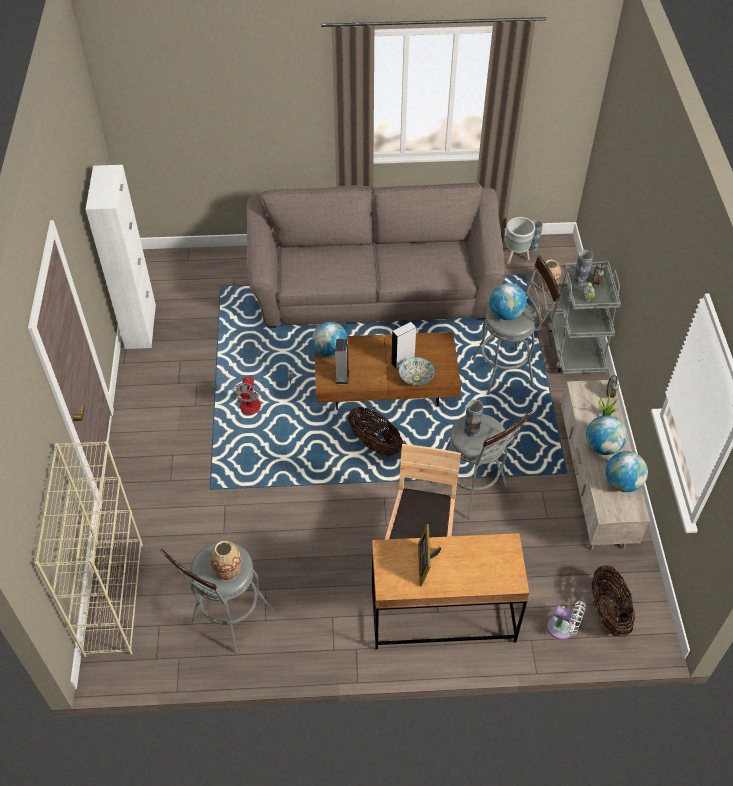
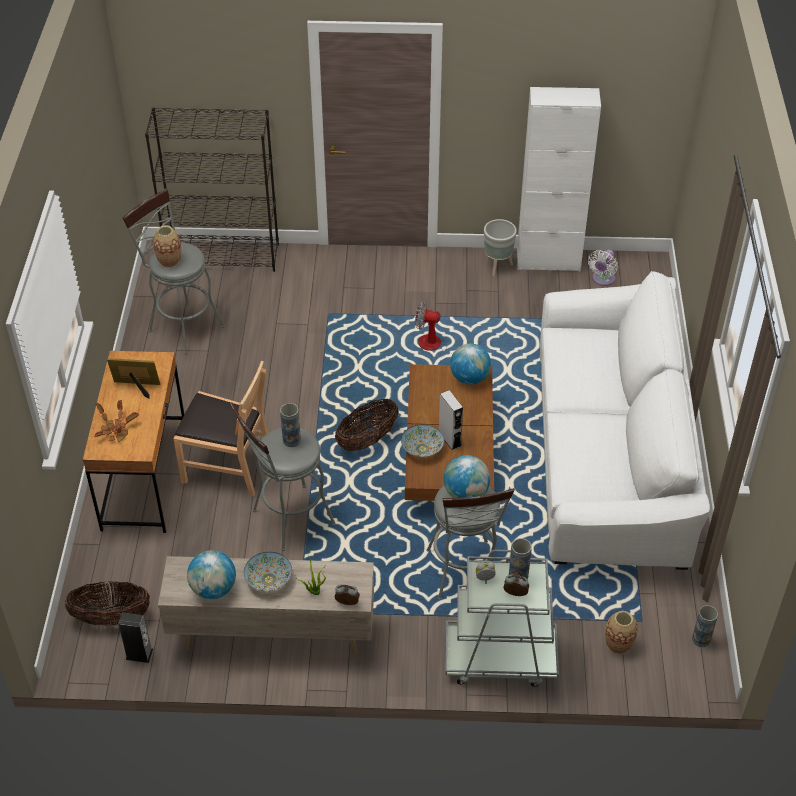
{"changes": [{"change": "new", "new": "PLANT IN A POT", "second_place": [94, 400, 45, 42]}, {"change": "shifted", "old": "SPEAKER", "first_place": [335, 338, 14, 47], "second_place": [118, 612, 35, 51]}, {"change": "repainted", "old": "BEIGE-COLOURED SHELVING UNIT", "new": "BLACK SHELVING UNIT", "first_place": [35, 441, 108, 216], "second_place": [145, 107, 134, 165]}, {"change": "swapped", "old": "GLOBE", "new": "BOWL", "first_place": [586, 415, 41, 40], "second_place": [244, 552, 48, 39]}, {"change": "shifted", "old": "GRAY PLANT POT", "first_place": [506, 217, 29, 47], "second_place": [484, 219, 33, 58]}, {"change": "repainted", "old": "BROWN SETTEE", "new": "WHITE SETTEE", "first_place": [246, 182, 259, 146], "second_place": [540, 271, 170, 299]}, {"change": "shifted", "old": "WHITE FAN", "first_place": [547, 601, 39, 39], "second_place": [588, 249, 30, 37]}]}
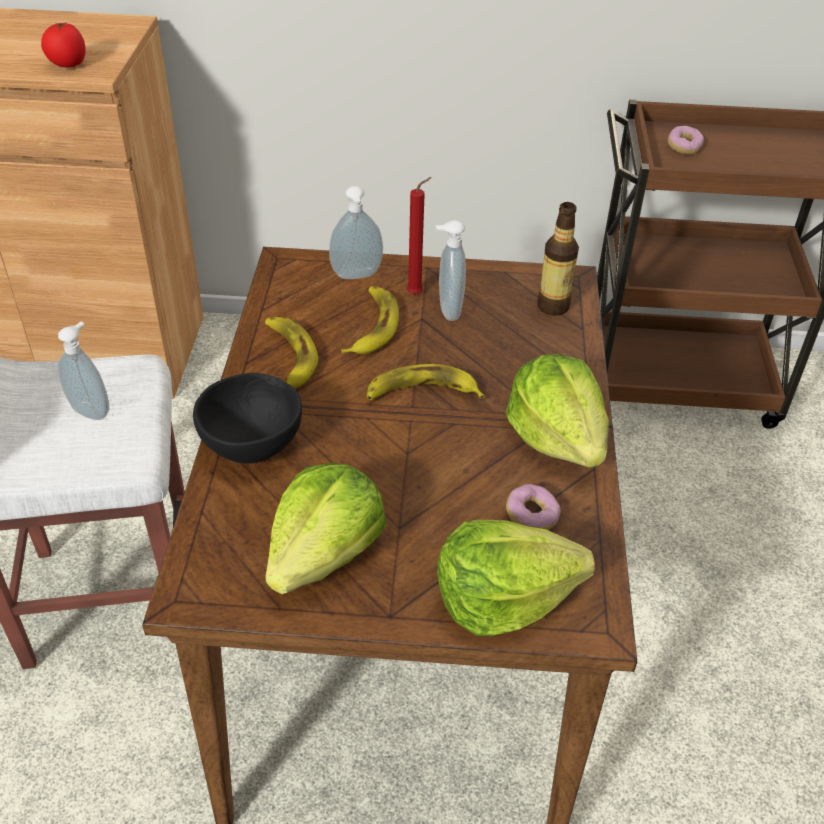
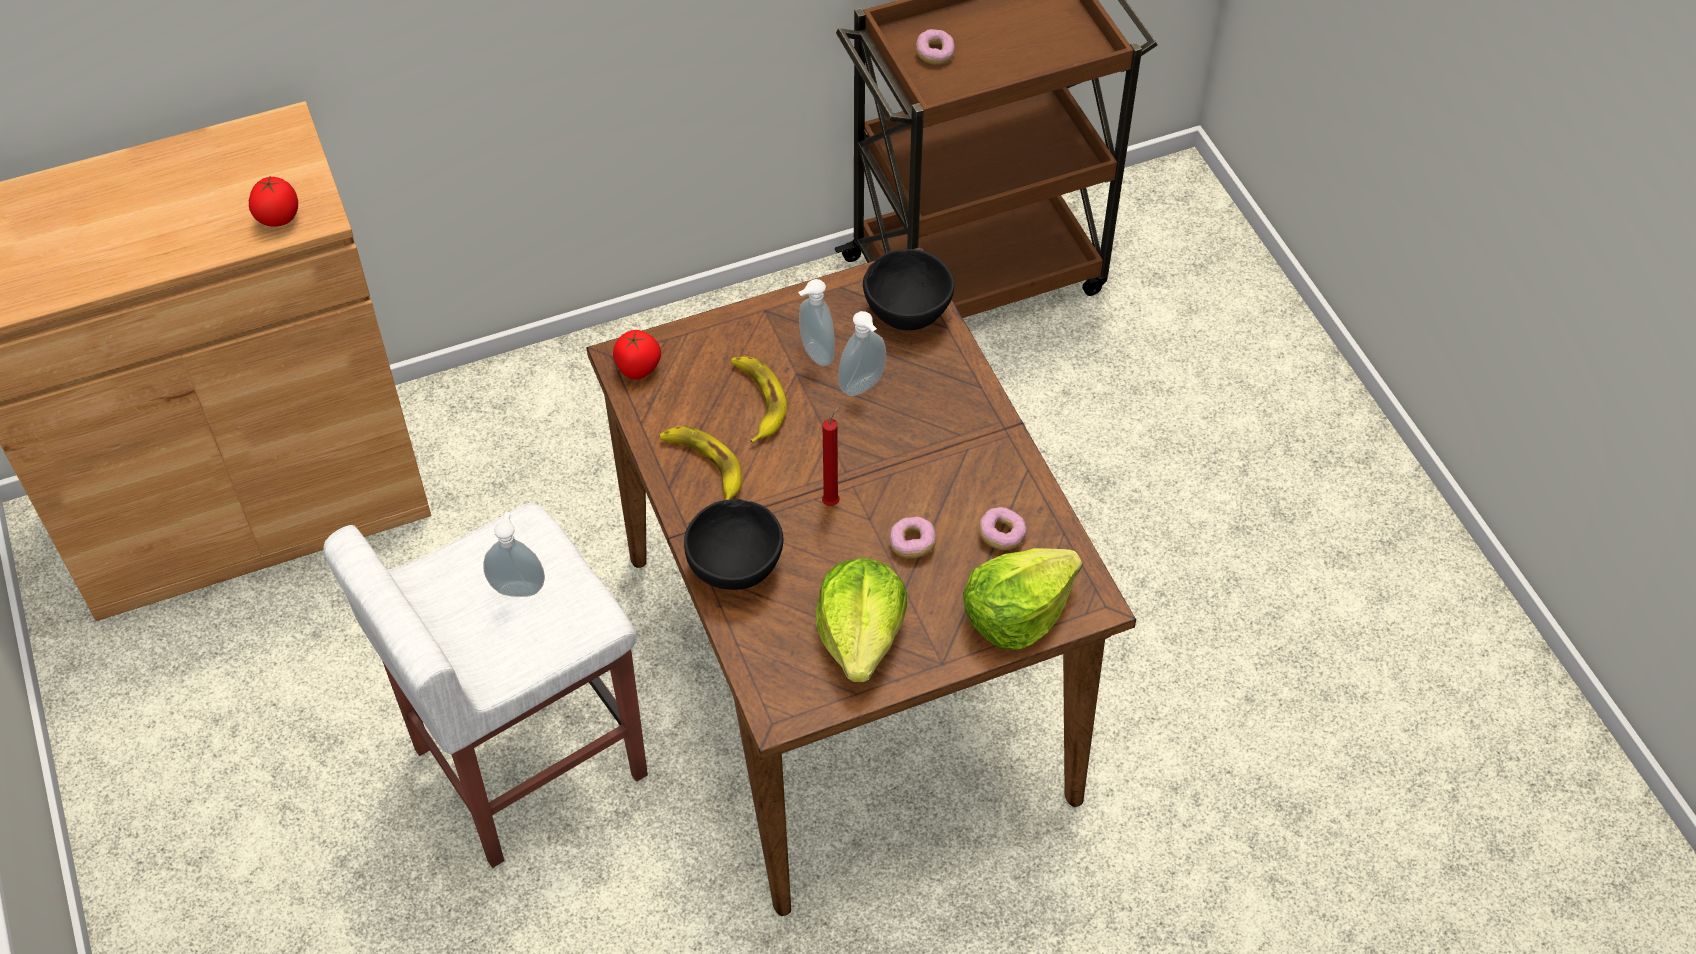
{"changes": [{"change": "new", "new": "WHOLE TOMATO", "second_place": [613, 330, 48, 50]}, {"change": "shifted", "old": "RED-COLOURED WAX CANDLE", "first_place": [407, 177, 25, 118], "second_place": [822, 406, 18, 100]}, {"change": "shifted", "old": "SOAP DISPENSER", "first_place": [329, 186, 54, 93], "second_place": [838, 311, 48, 85]}, {"change": "swapped", "old": "DRINK BOTTLE", "new": "BLACK BOWL", "first_place": [537, 202, 42, 114], "second_place": [863, 249, 91, 81]}, {"change": "new", "new": "RING DOUGHNUT", "second_place": [889, 517, 47, 42]}, {"change": "gone", "old": "BANANA", "first_place": [367, 364, 118, 36]}, {"change": "gone", "old": "LETTUCE", "first_place": [506, 354, 103, 114]}]}
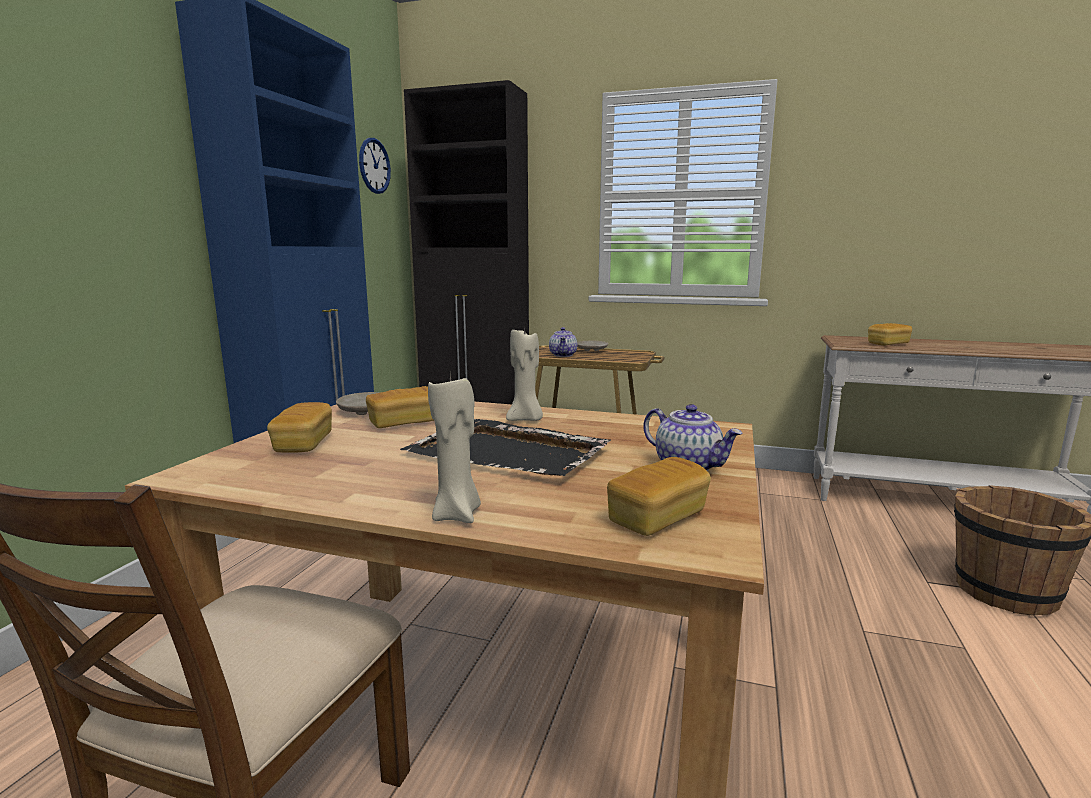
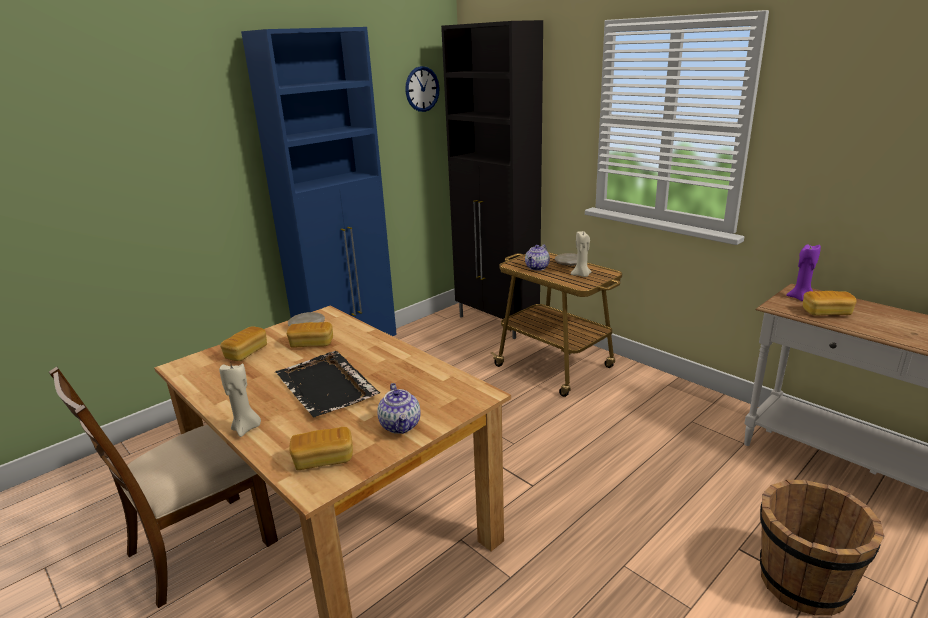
{"changes": [{"change": "shifted", "old": "BEIGE-COLOURED WAX CANDLE", "first_place": [506, 328, 37, 93], "second_place": [571, 231, 21, 46]}, {"change": "new", "new": "PURPLE WAX CANDLE", "second_place": [786, 243, 35, 58]}]}
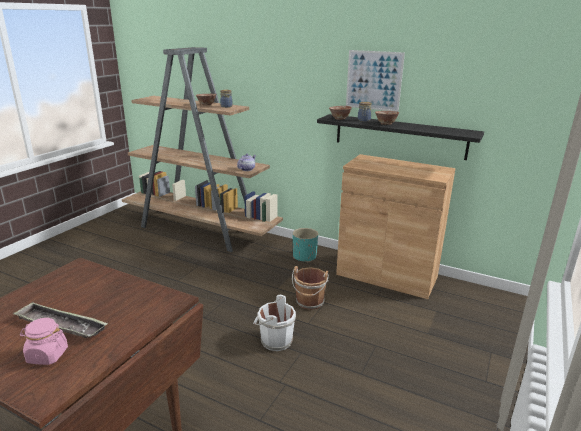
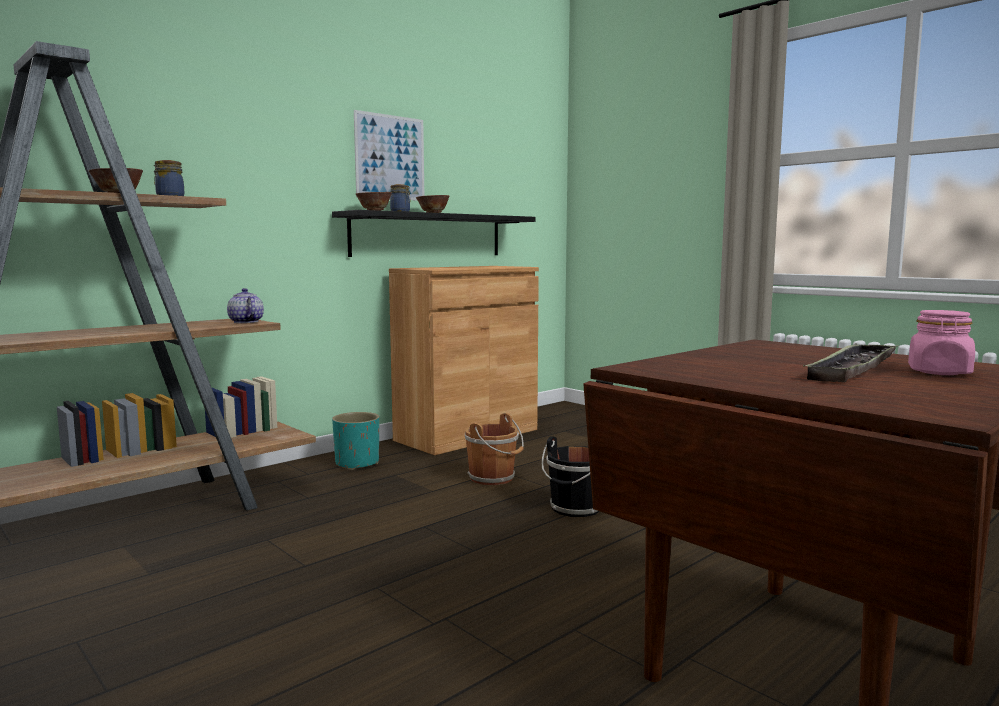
{"changes": [{"change": "repainted", "old": "WHITE PAIL", "new": "BLACK PAIL", "first_place": [253, 295, 43, 56], "second_place": [542, 436, 57, 81]}]}
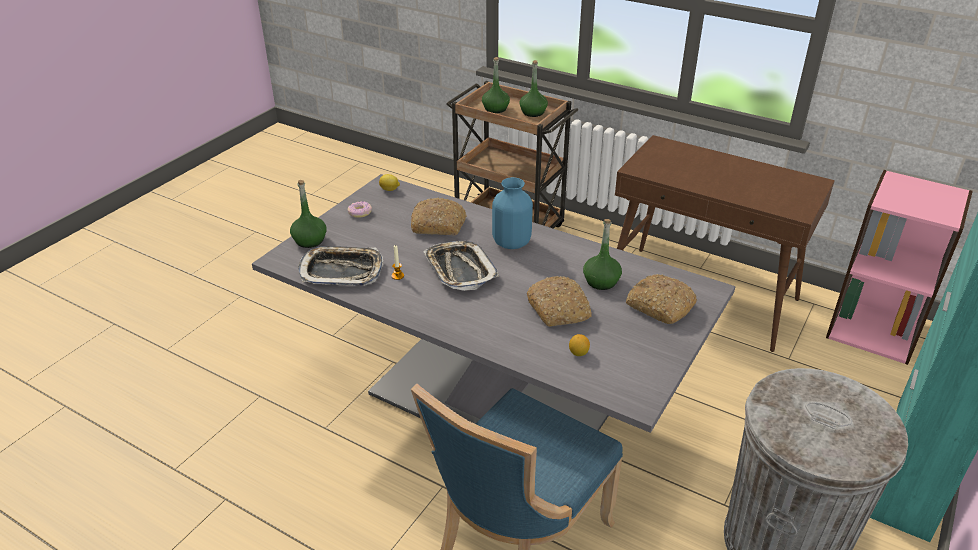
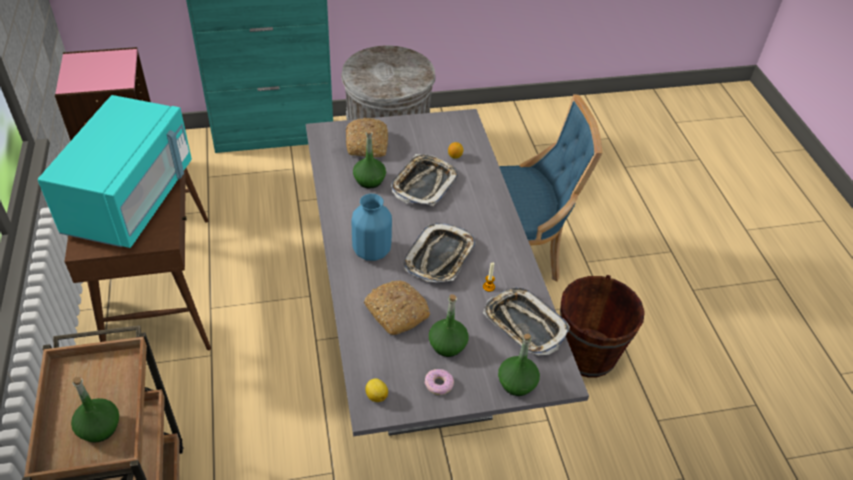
{"changes": [{"change": "new", "new": "BLUE-GREEN MICROWAVE OVEN", "second_place": [38, 95, 154, 153]}, {"change": "swapped", "old": "BAKERY BREAD", "new": "SERVING TRAY", "first_place": [527, 276, 65, 51], "second_place": [391, 154, 67, 52]}, {"change": "shifted", "old": "GREEN-COLOURED DRINK BOTTLE", "first_place": [520, 60, 28, 57], "second_place": [429, 294, 40, 63]}, {"change": "new", "new": "BROWN PAIL", "second_place": [560, 275, 85, 102]}]}
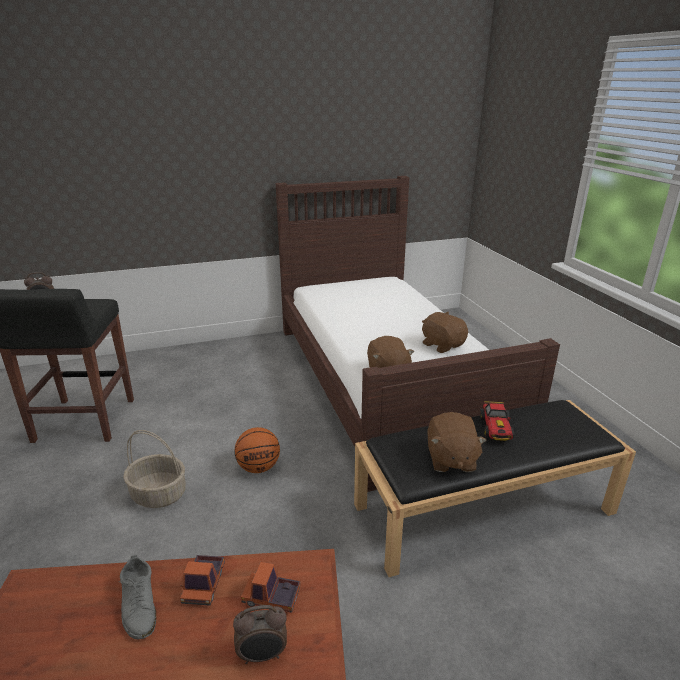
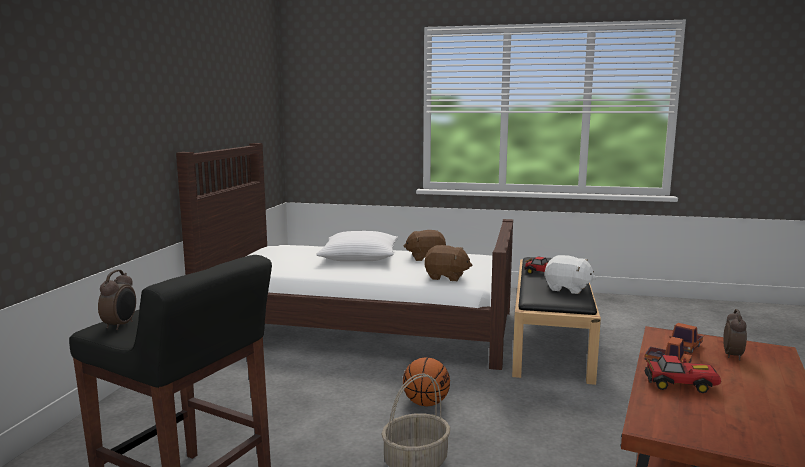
{"changes": [{"change": "new", "new": "WHITE THROW PILLOW", "second_place": [316, 231, 82, 30]}, {"change": "repainted", "old": "BROWN PLUSH TOY", "new": "WHITE PLUSH TOY", "first_place": [427, 412, 60, 60], "second_place": [545, 255, 51, 39]}, {"change": "swapped", "old": "GRAY ITEM OF FOOTWEAR", "new": "MINIATURE CAR", "first_place": [119, 554, 37, 85], "second_place": [645, 355, 77, 38]}]}
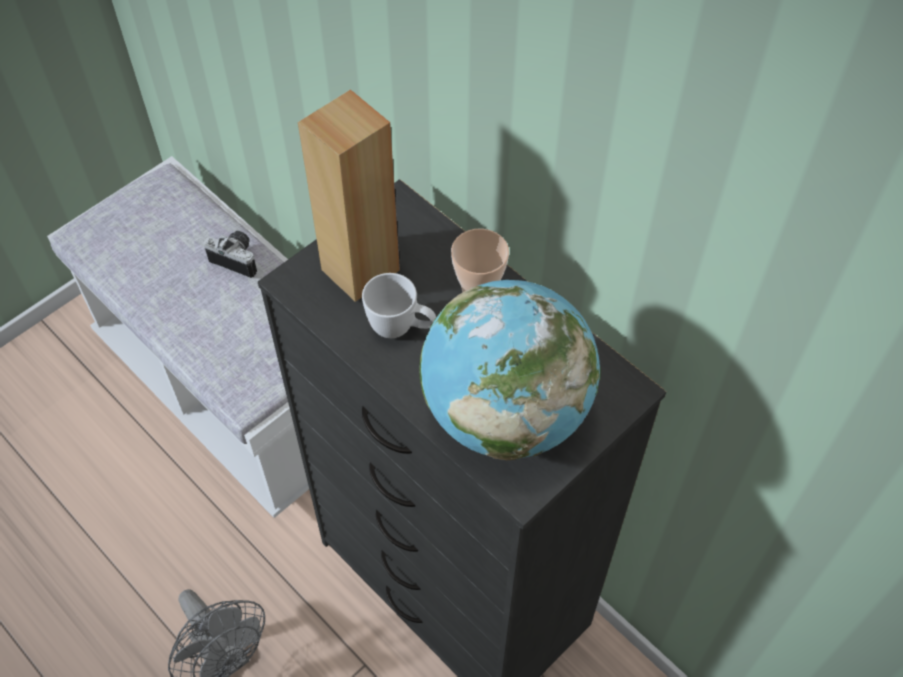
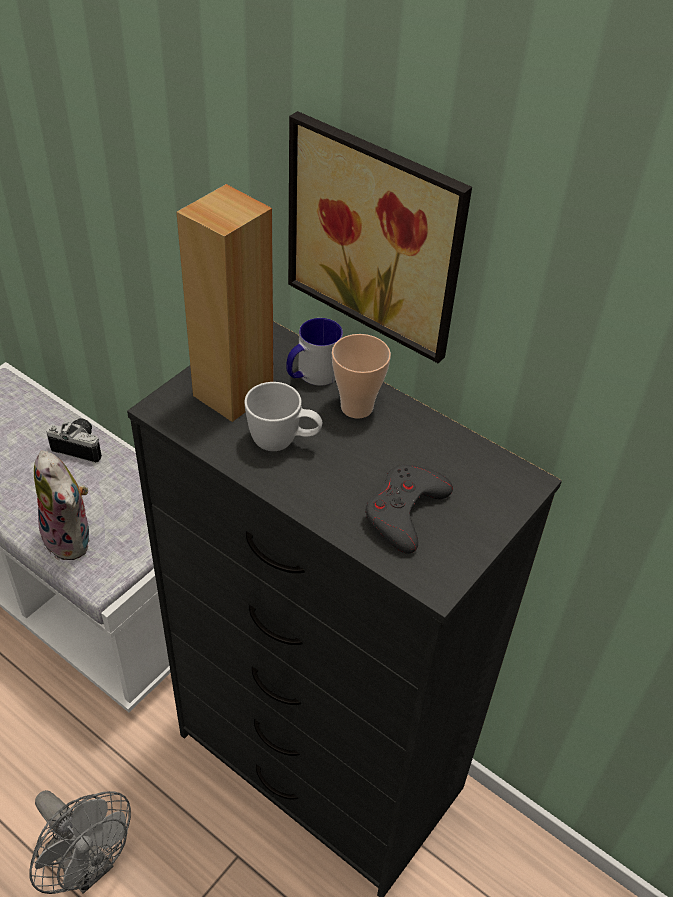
{"changes": [{"change": "new", "new": "PLUSH TOY", "second_place": [34, 450, 57, 110]}, {"change": "new", "new": "COFFEE MUG", "second_place": [286, 318, 57, 68]}, {"change": "new", "new": "WALL PICTURE", "second_place": [288, 111, 184, 252]}, {"change": "swapped", "old": "GLOBE", "new": "GRAY JOYPAD", "first_place": [419, 280, 182, 180], "second_place": [365, 465, 88, 89]}]}
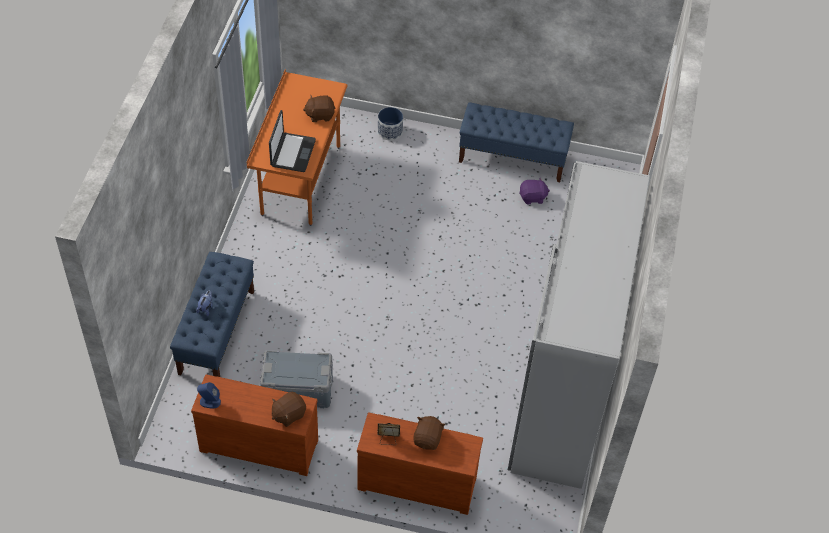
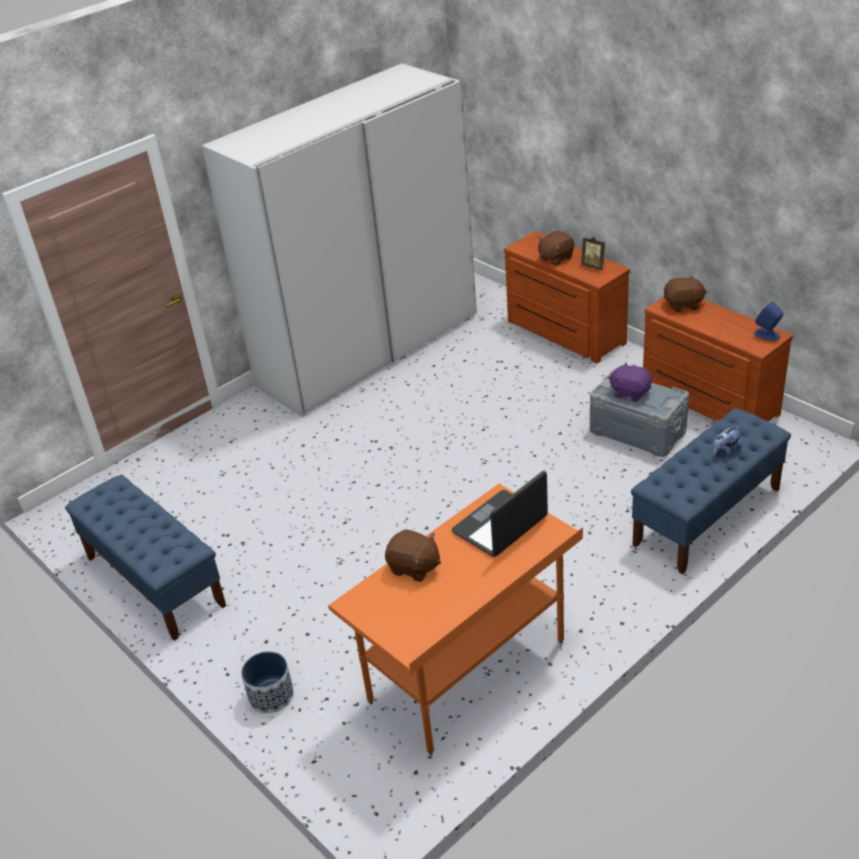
{"changes": [{"change": "shifted", "old": "PURPLE PLUSH TOY", "first_place": [519, 177, 31, 28], "second_place": [608, 362, 44, 40]}]}
